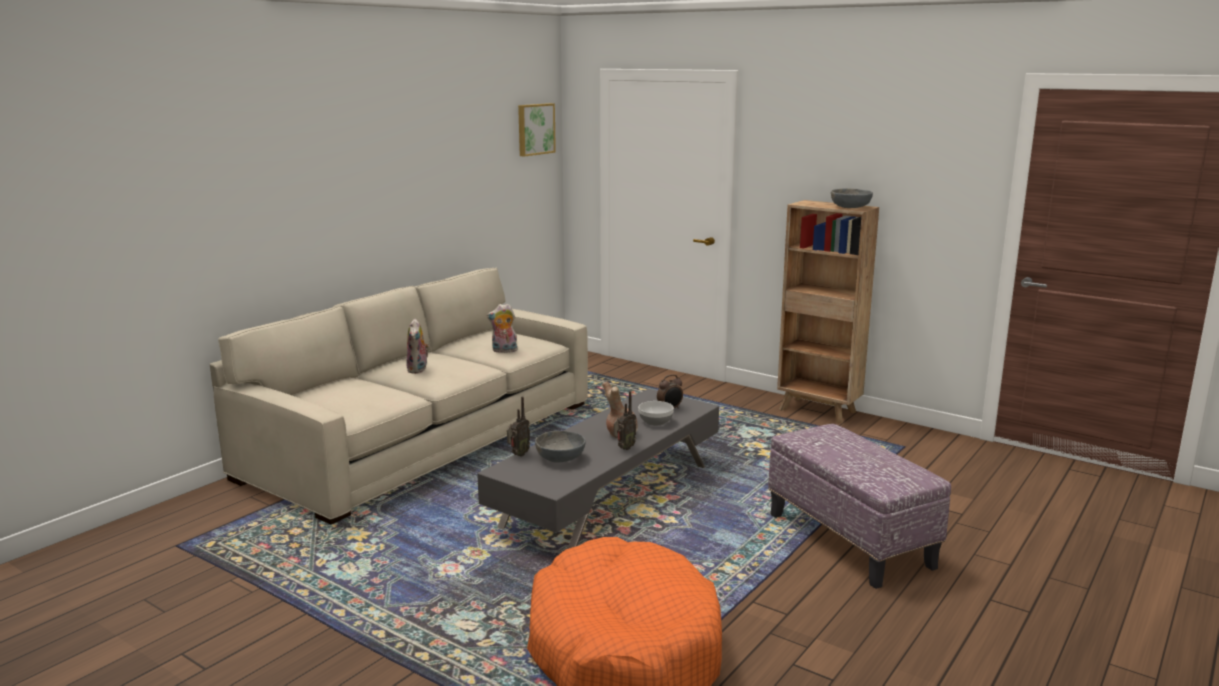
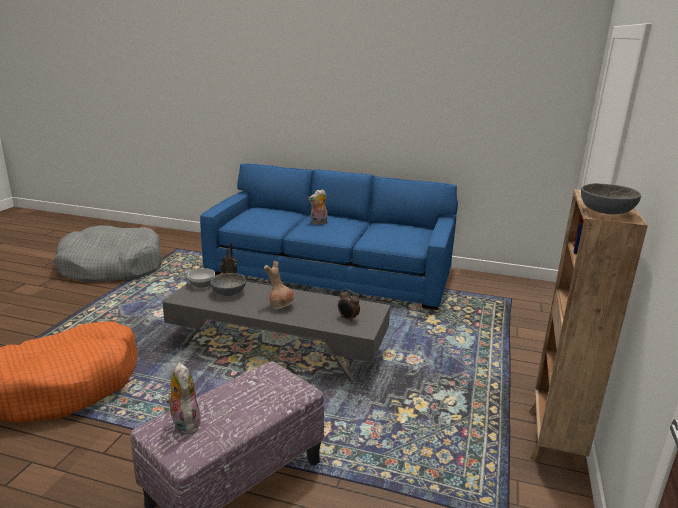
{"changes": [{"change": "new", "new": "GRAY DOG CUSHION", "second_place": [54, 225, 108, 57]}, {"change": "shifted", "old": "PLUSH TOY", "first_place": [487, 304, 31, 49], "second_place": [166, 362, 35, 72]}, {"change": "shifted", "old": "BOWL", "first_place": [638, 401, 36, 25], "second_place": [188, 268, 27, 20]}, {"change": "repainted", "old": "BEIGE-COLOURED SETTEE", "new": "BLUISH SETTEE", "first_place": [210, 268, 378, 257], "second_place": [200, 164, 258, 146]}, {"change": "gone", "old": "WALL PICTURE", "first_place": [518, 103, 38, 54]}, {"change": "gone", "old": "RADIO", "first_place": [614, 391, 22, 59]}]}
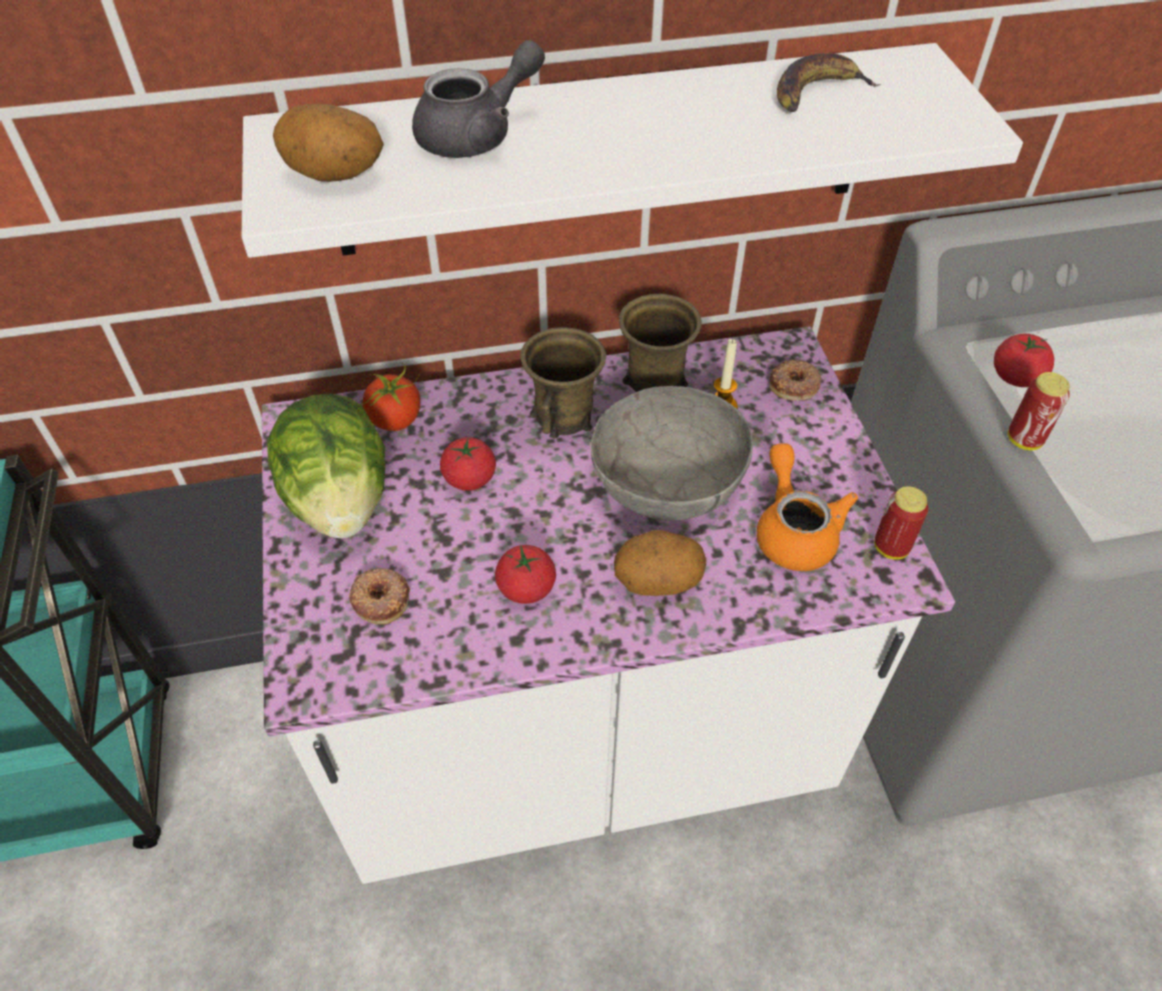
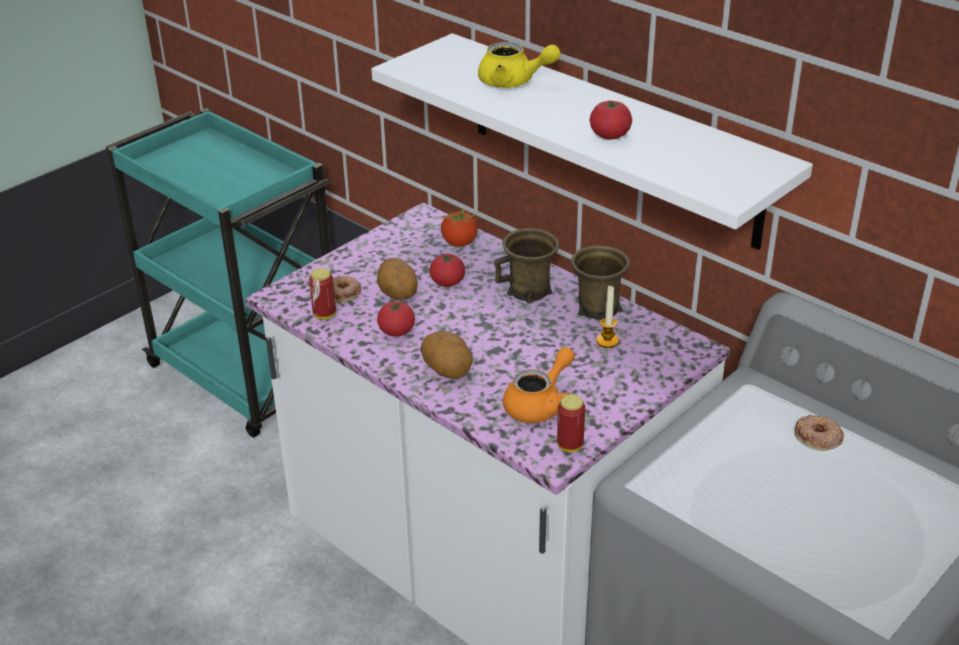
{"changes": [{"change": "shifted", "old": "METAL CAN", "first_place": [1008, 372, 62, 78], "second_place": [309, 268, 27, 52]}, {"change": "shifted", "old": "SPUD", "first_place": [273, 104, 111, 78], "second_place": [377, 258, 41, 42]}, {"change": "repainted", "old": "GRAY TEAPOT", "new": "YELLOW TEAPOT", "first_place": [412, 40, 133, 118], "second_place": [478, 42, 82, 46]}, {"change": "shifted", "old": "WHOLE TOMATO", "first_place": [994, 334, 60, 53], "second_place": [590, 101, 42, 39]}, {"change": "shifted", "old": "RING DOUGHNUT", "first_place": [769, 360, 52, 40], "second_place": [795, 414, 49, 36]}, {"change": "gone", "old": "LETTUCE", "first_place": [267, 394, 118, 145]}, {"change": "gone", "old": "GRAY BOWL", "first_place": [590, 386, 163, 134]}, {"change": "gone", "old": "BANANA", "first_place": [777, 53, 104, 59]}]}
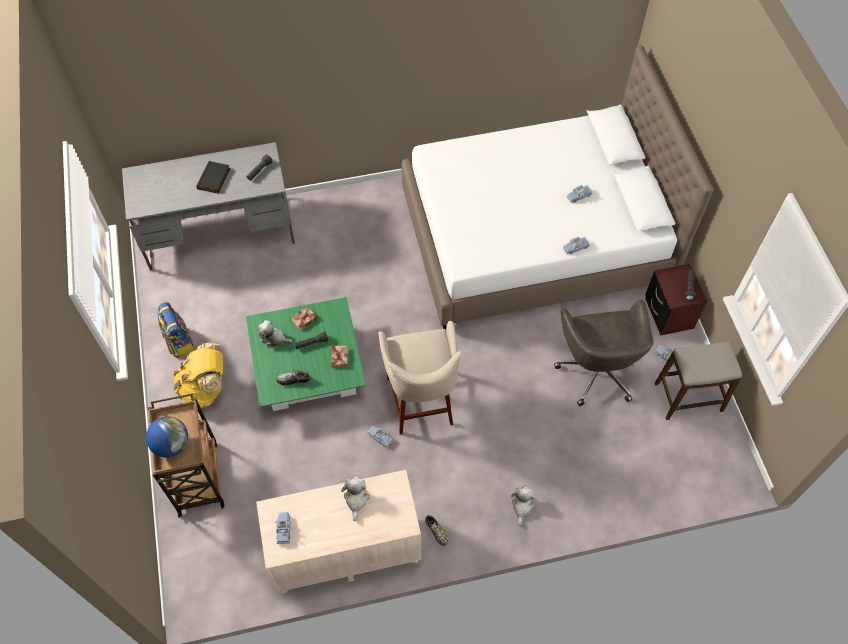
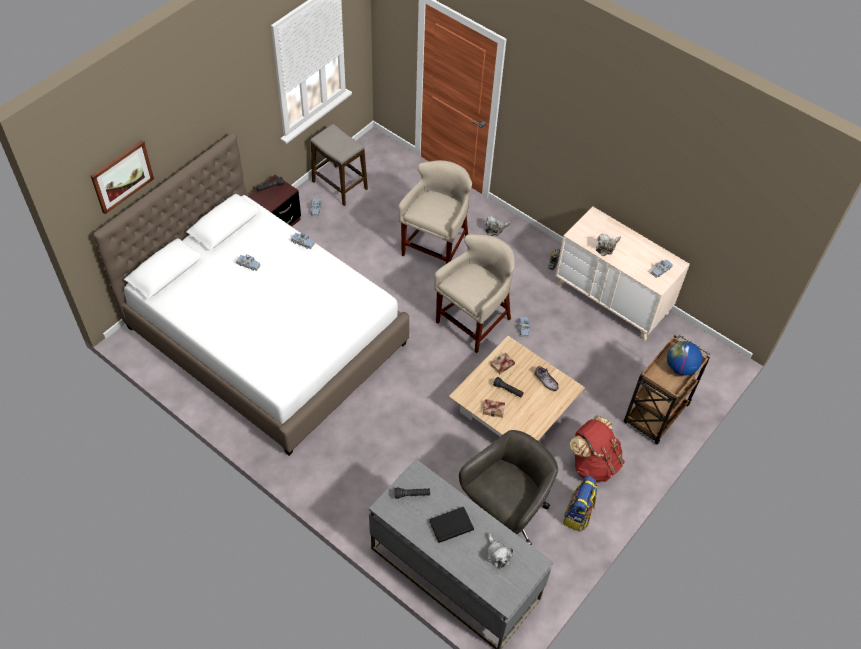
{"changes": [{"change": "new", "new": "WALL PICTURE", "second_place": [90, 140, 64, 74]}, {"change": "new", "new": "BEIGE-COLOURED STOOL SEAT", "second_place": [398, 160, 74, 104]}, {"change": "repainted", "old": "GREEN-COLOURED COFFEE TABLE", "new": "BEIGE-COLOURED COFFEE TABLE", "first_place": [246, 297, 120, 114], "second_place": [449, 336, 136, 105]}, {"change": "shifted", "old": "GRAY OFFICE CHAIR", "first_place": [554, 299, 100, 107], "second_place": [459, 430, 99, 115]}, {"change": "shifted", "old": "PLUSH TOY", "first_place": [258, 320, 35, 27], "second_place": [487, 533, 26, 36]}, {"change": "repainted", "old": "YELLOW BACKPACK", "new": "RED-COLOURED BACKPACK", "first_place": [173, 342, 50, 66], "second_place": [570, 416, 55, 66]}]}
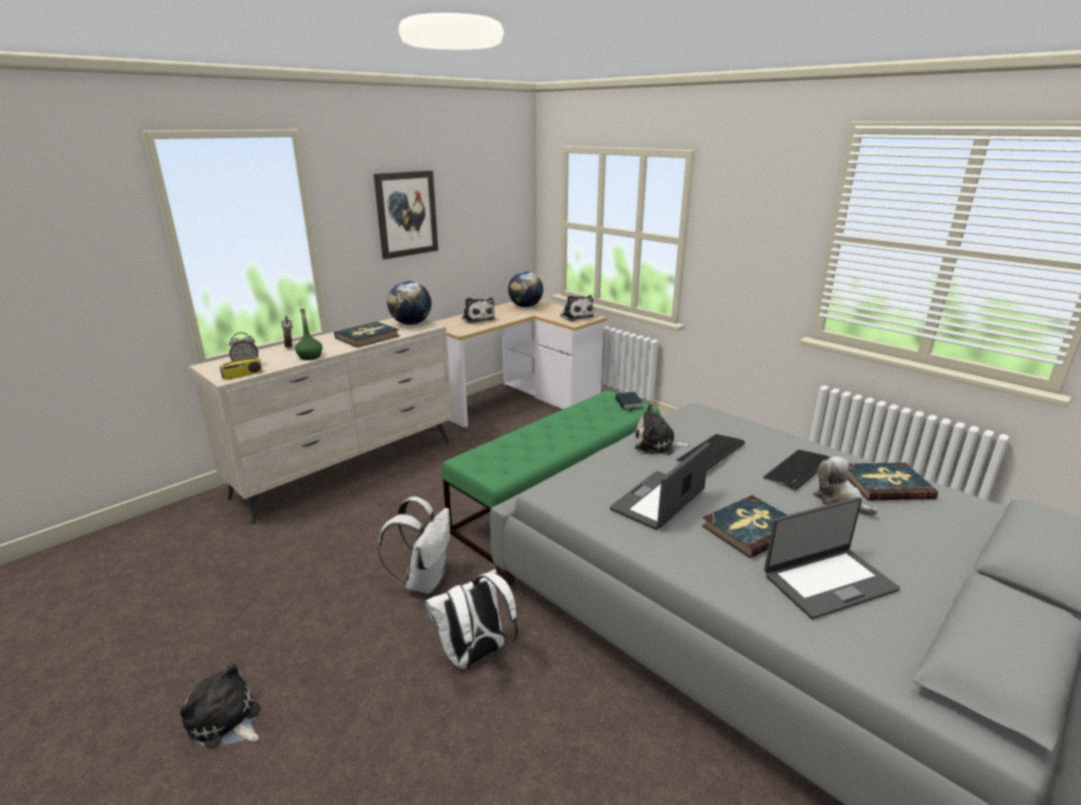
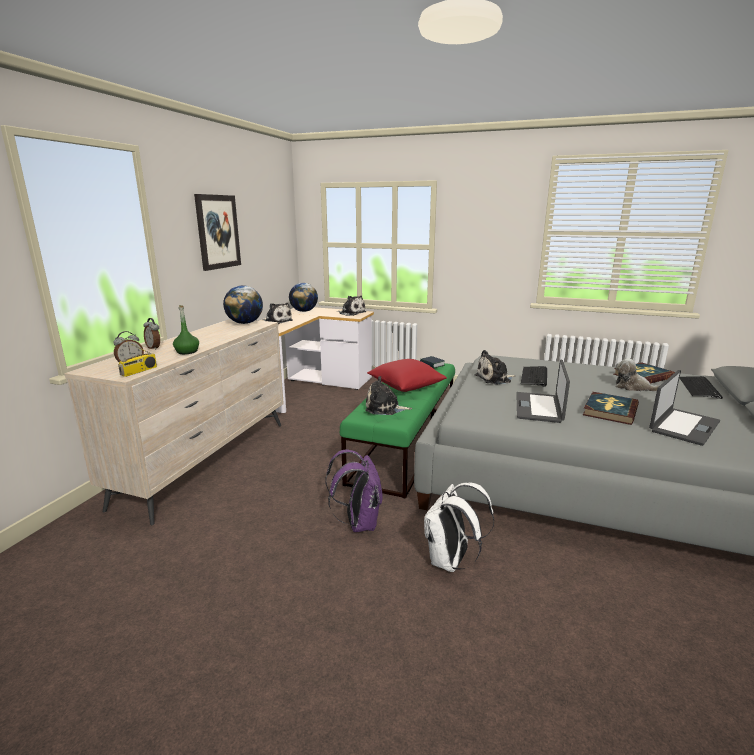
{"changes": [{"change": "repainted", "old": "WHITE BACKPACK", "new": "PURPLE BACKPACK", "first_place": [378, 497, 72, 97], "second_place": [325, 450, 58, 82]}, {"change": "shifted", "old": "PLUSH TOY", "first_place": [180, 663, 80, 86], "second_place": [365, 376, 47, 39]}, {"change": "new", "new": "RED-COLOURED THROW PILLOW", "second_place": [367, 359, 80, 33]}, {"change": "shifted", "old": "COMPUTER KEYBOARD", "first_place": [763, 450, 67, 40], "second_place": [680, 376, 43, 23]}, {"change": "gone", "old": "VOLUME", "first_place": [334, 321, 65, 27]}]}
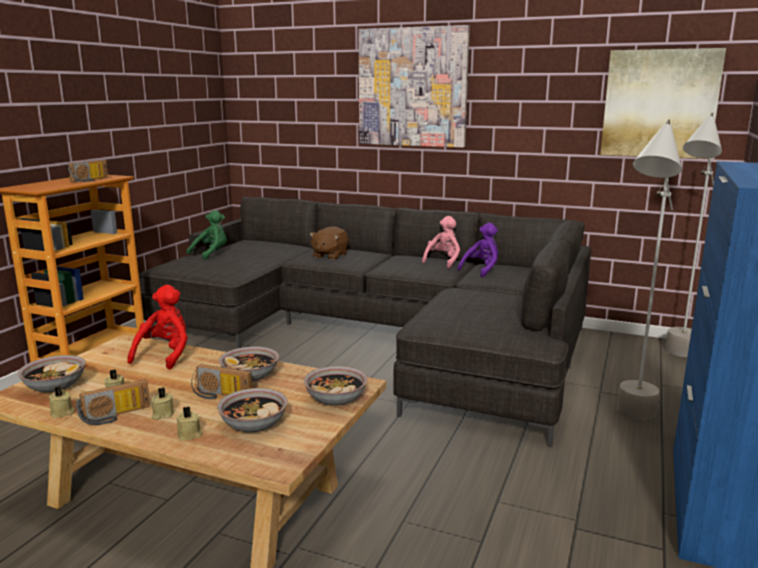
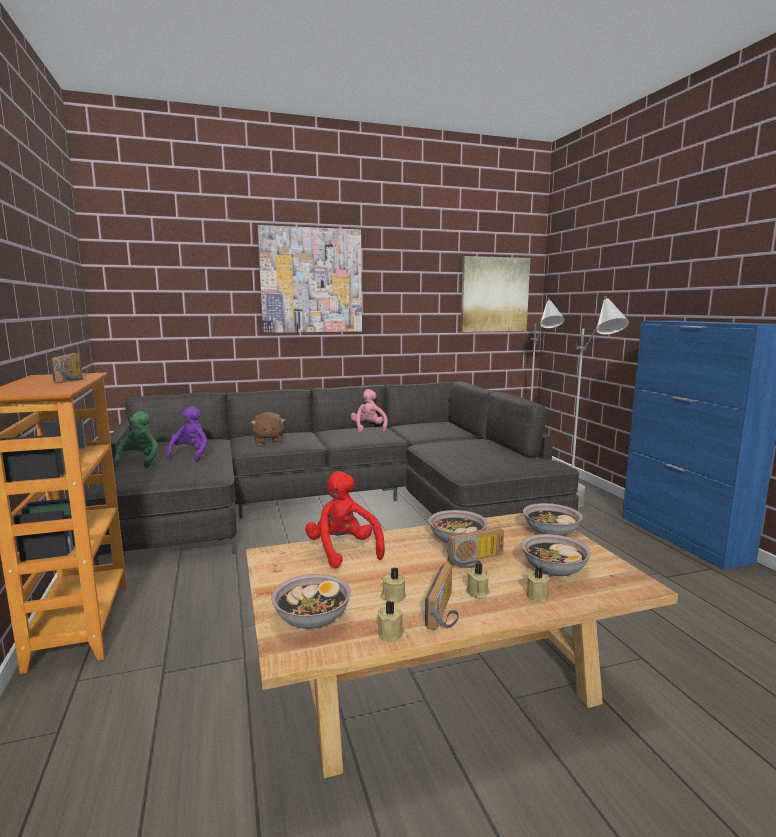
{"changes": [{"change": "shifted", "old": "PURPLE PLUSH TOY", "first_place": [457, 223, 41, 54], "second_place": [166, 407, 42, 54]}]}
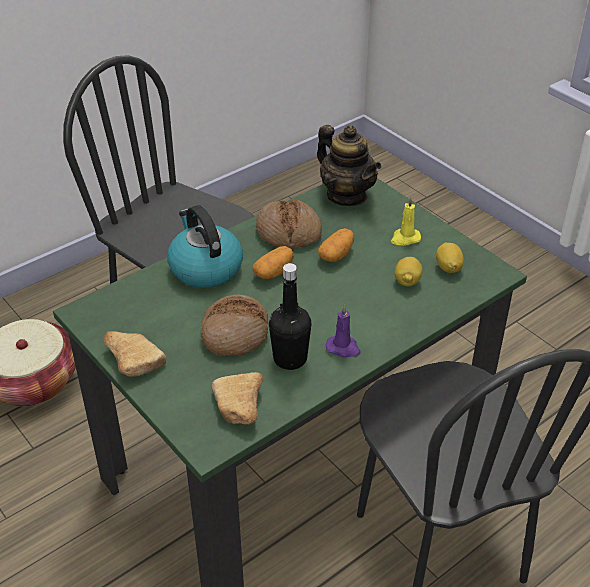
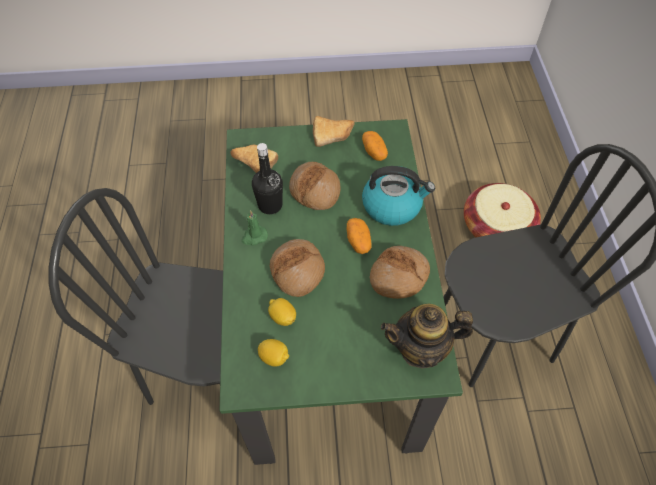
{"changes": [{"change": "repainted", "old": "PURPLE WAX CANDLE", "new": "GREEN-COLOURED WAX CANDLE", "first_place": [326, 305, 35, 52], "second_place": [242, 210, 26, 36]}, {"change": "new", "new": "BAKERY BREAD", "second_place": [270, 239, 55, 58]}, {"change": "shifted", "old": "SPUD", "first_place": [318, 228, 36, 34], "second_place": [362, 131, 26, 30]}, {"change": "gone", "old": "YELLOW WAX CANDLE", "first_place": [391, 196, 30, 49]}]}
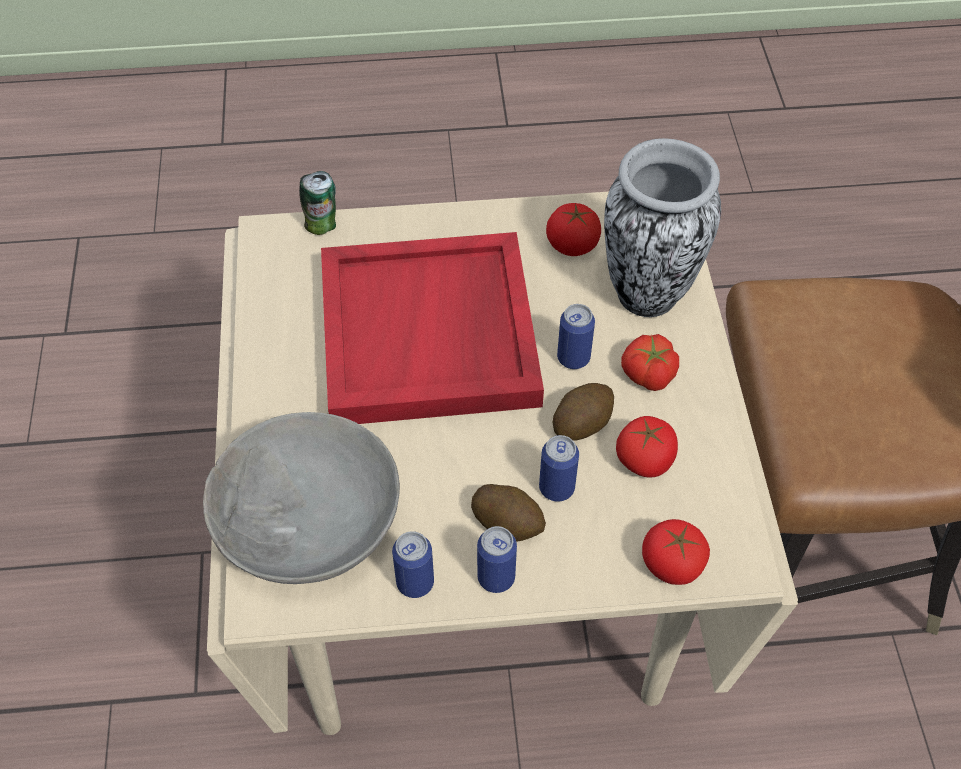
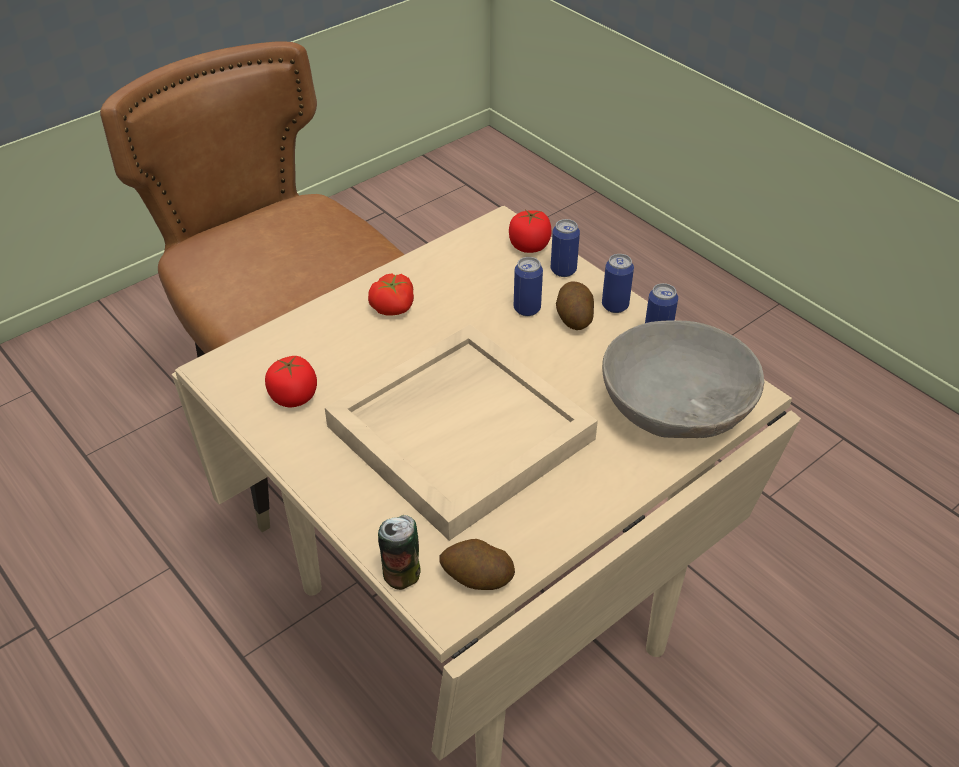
{"changes": [{"change": "repainted", "old": "RED-COLOURED SERVING TRAY", "new": "BEIGE-COLOURED SERVING TRAY", "first_place": [321, 232, 223, 192], "second_place": [325, 324, 273, 217]}, {"change": "shifted", "old": "SPUD", "first_place": [553, 383, 61, 58], "second_place": [439, 539, 76, 51]}, {"change": "shifted", "old": "METAL CAN", "first_place": [557, 304, 38, 65], "second_place": [551, 219, 29, 58]}, {"change": "gone", "old": "VASE", "first_place": [604, 138, 117, 179]}, {"change": "gone", "old": "WHOLE TOMATO", "first_place": [616, 416, 62, 61]}]}
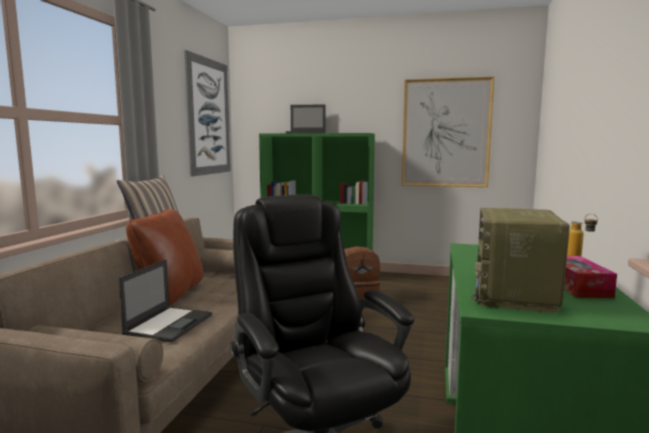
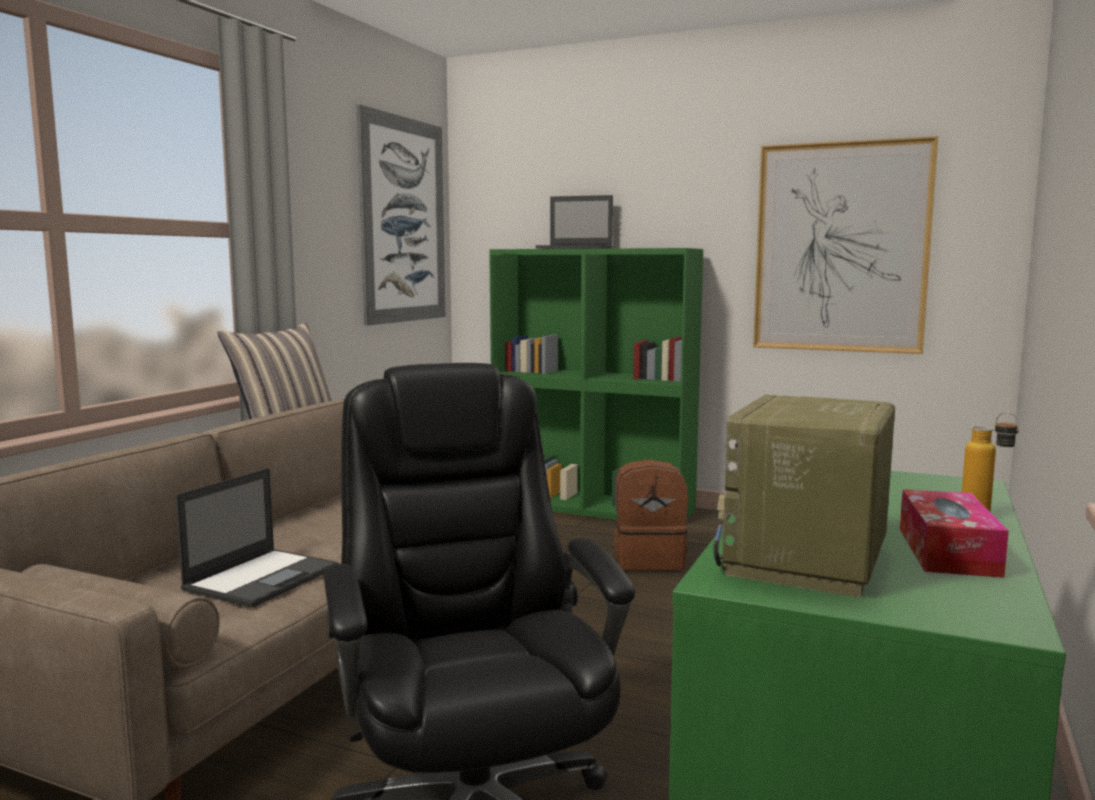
{"changes": [{"change": "gone", "old": "BROWN THROW PILLOW", "first_place": [126, 209, 78, 97]}]}
